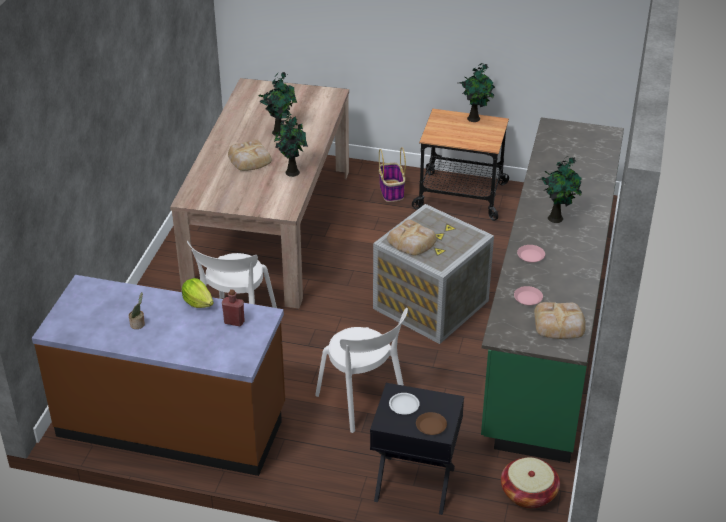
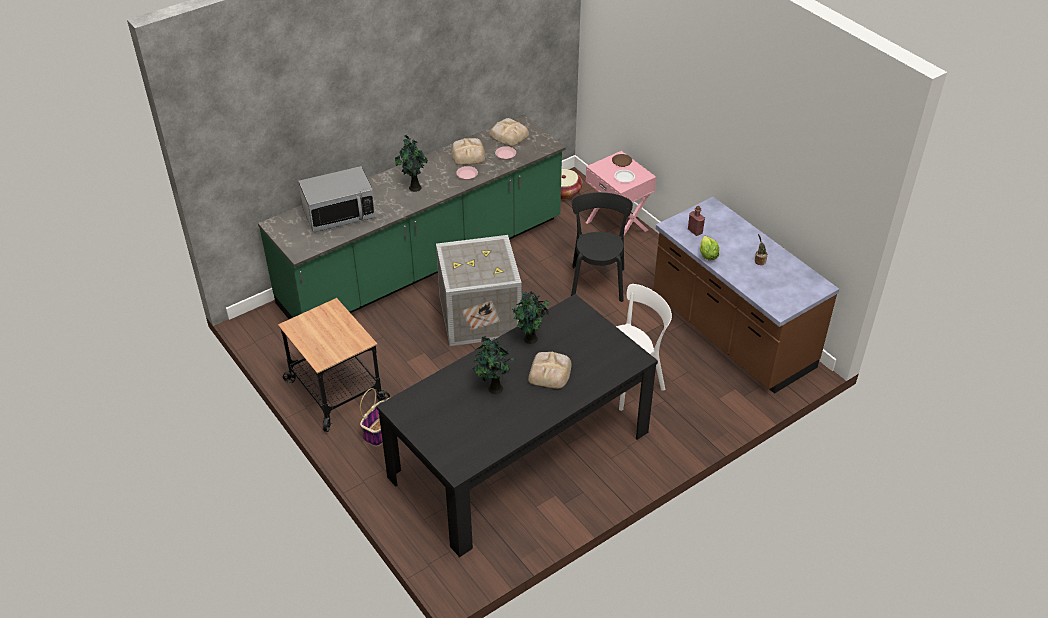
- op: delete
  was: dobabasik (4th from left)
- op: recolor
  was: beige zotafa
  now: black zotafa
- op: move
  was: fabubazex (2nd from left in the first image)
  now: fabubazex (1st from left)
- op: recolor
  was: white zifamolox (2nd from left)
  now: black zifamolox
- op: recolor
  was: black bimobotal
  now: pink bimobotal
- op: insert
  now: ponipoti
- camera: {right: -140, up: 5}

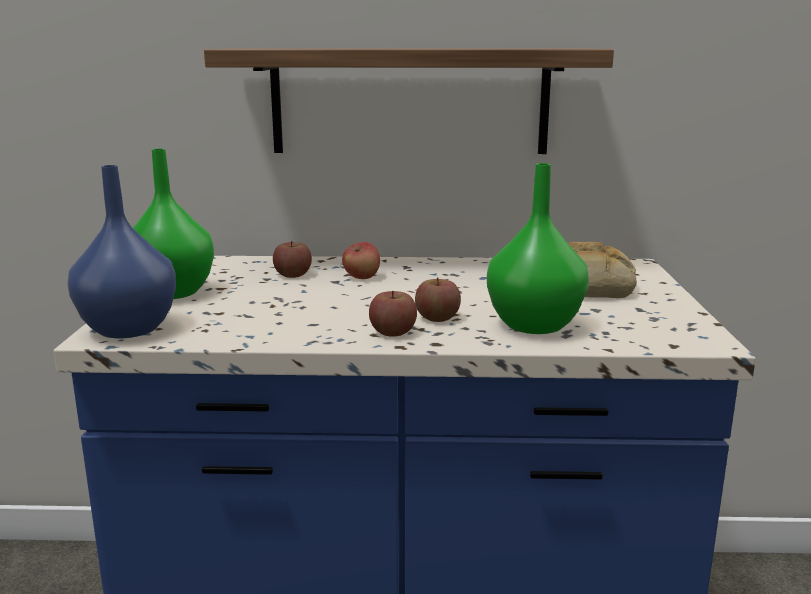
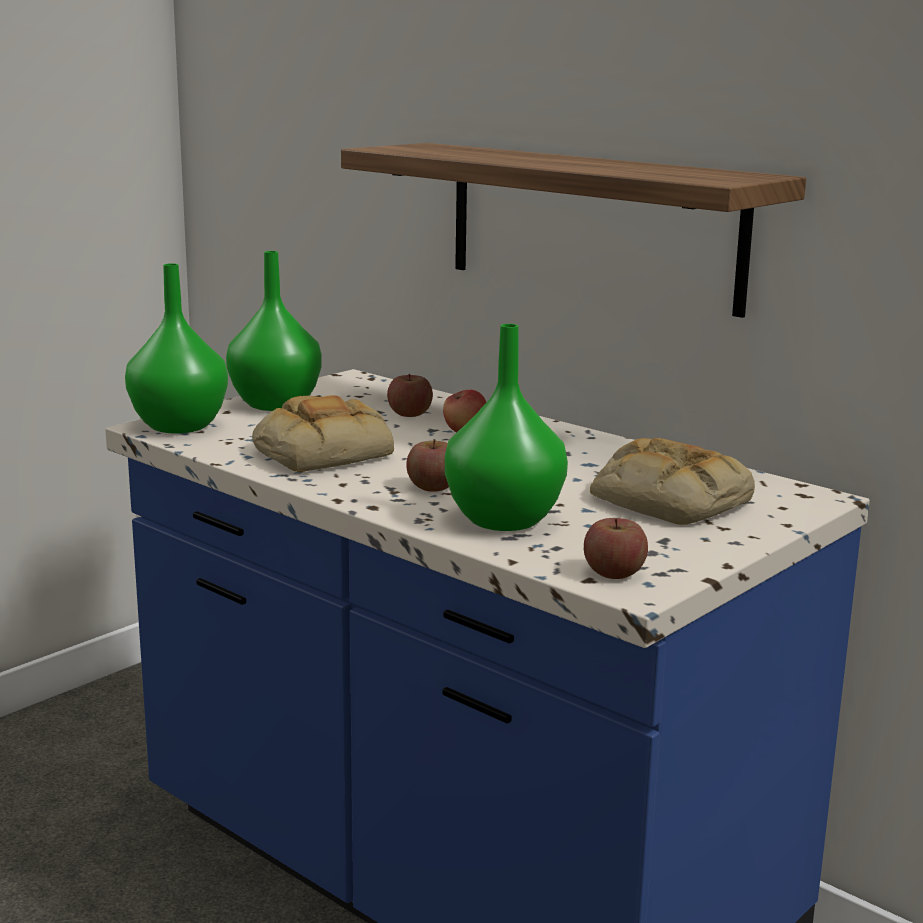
- op: recolor
  was: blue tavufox
  now: green tavufox (1st from left)
- op: move
  was: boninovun (3rd from left in the first image)
  now: boninovun (4th from left)
- op: insert
  now: fabubazex (1st from left)
- camera: {right: 40, up: 0}

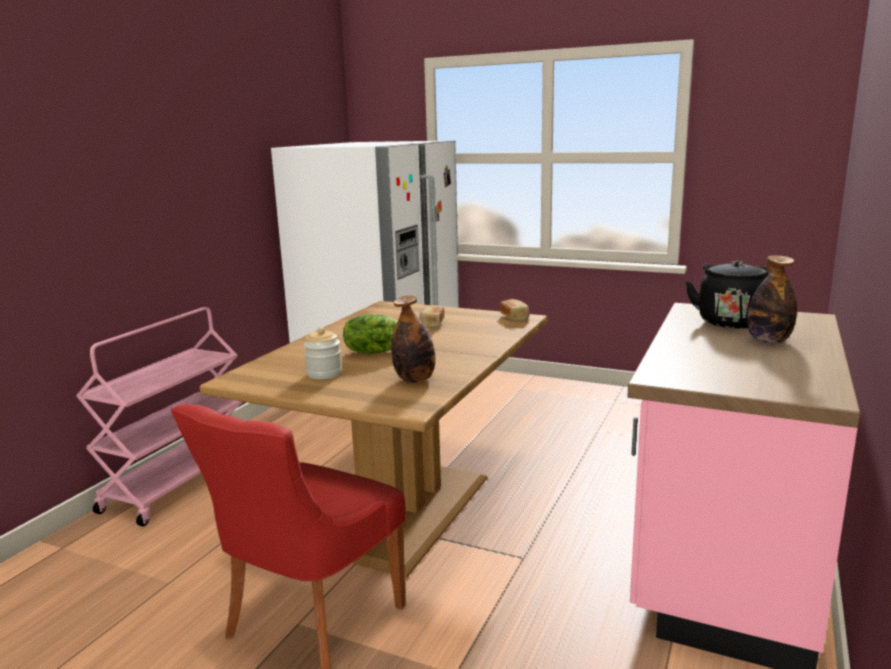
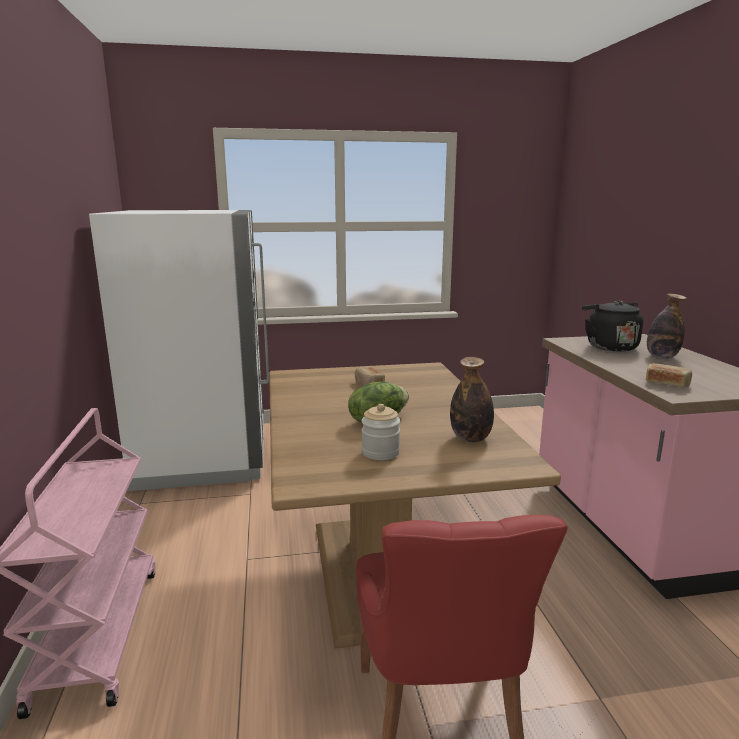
- op: move
  was: fabubazex (2nd from left)
- camera: {right: -35, up: 0}

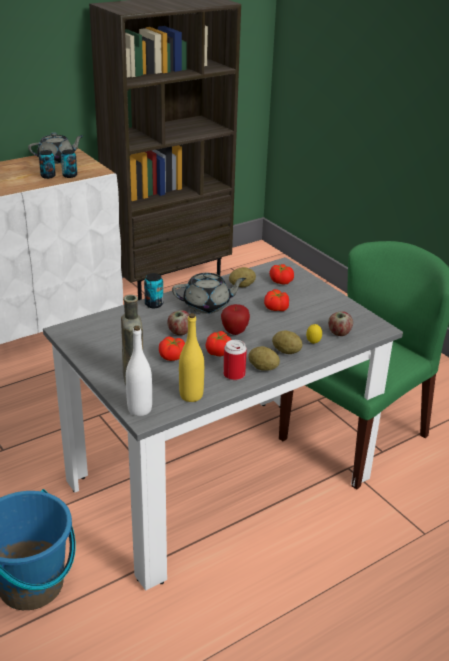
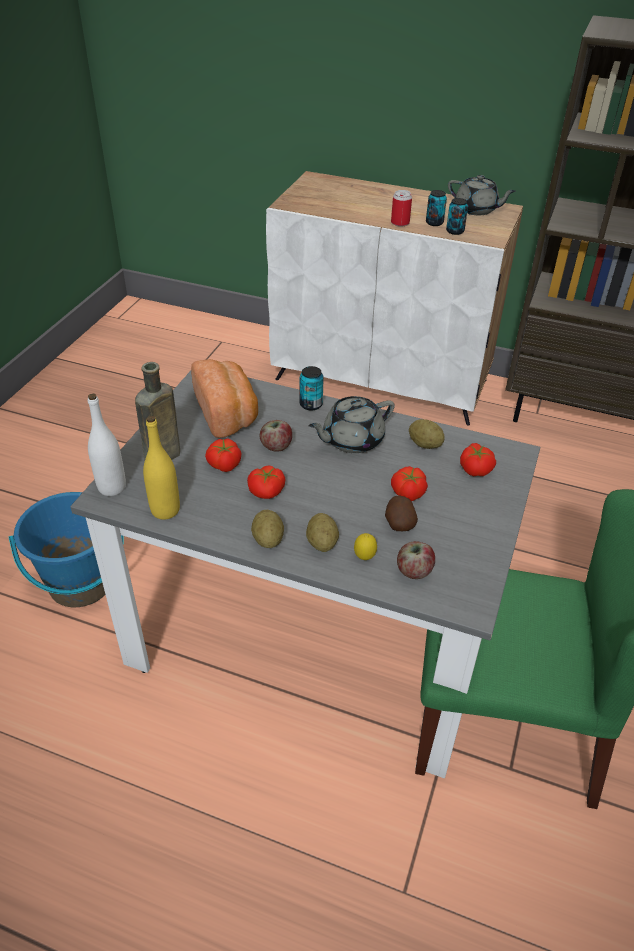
- op: rotate
  was: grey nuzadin (2nd from left in the first image)
  clockwise: 105
- op: delete
  was: boninovun (2nd from left)
- op: move
  was: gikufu (4th from left in the first image)
  now: gikufu (2nd from left)
- op: insert
  now: fabubazex
- op: insert
  now: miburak (3rd from left)
- camera: {right: 55, up: 10}

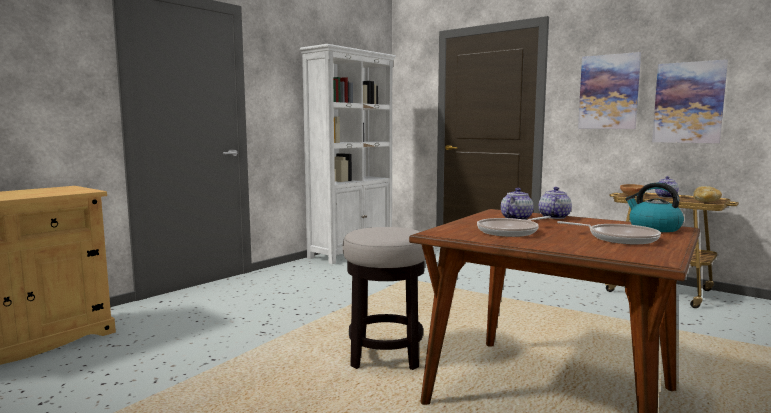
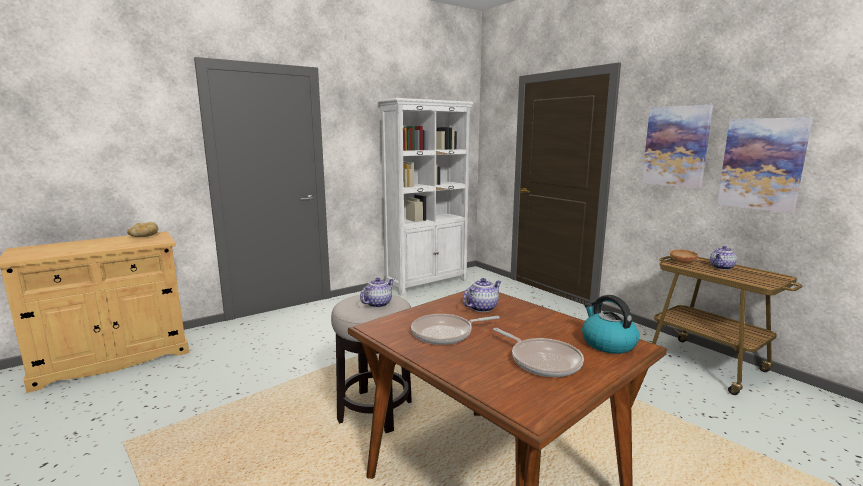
- op: move
  was: fabubazex
- op: move
  was: nuzadin (2nd from left in the first image)
  now: nuzadin (1st from left)
- camera: {right: 15, up: 5}

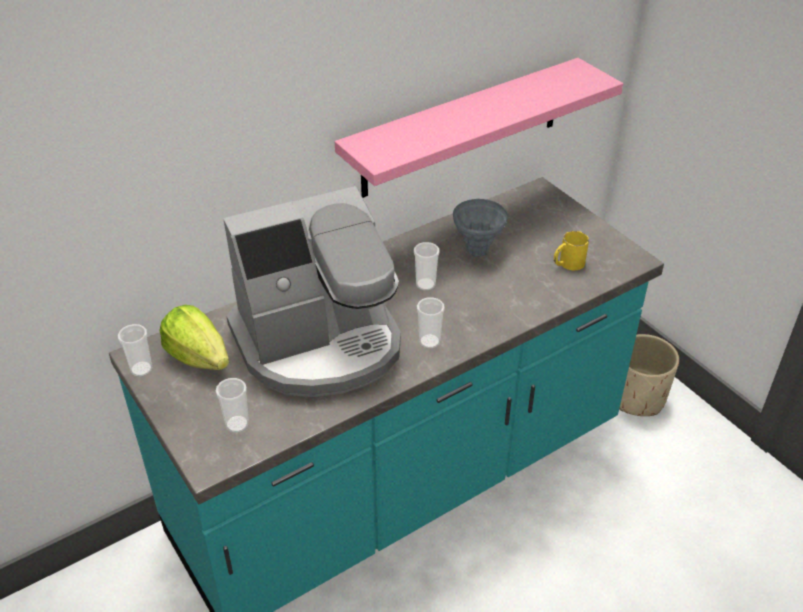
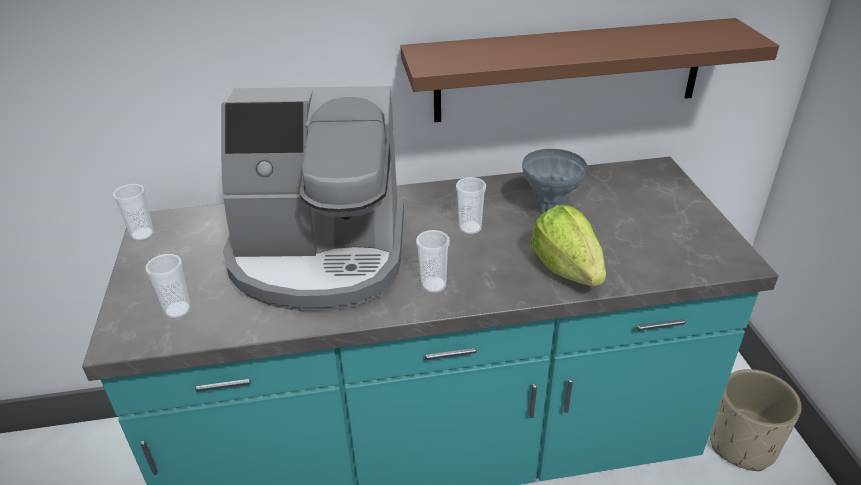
- op: recolor
  was: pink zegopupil
  now: brown zegopupil
- op: delete
  was: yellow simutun
- op: move
  was: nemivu
- camera: {right: 25, up: -5}

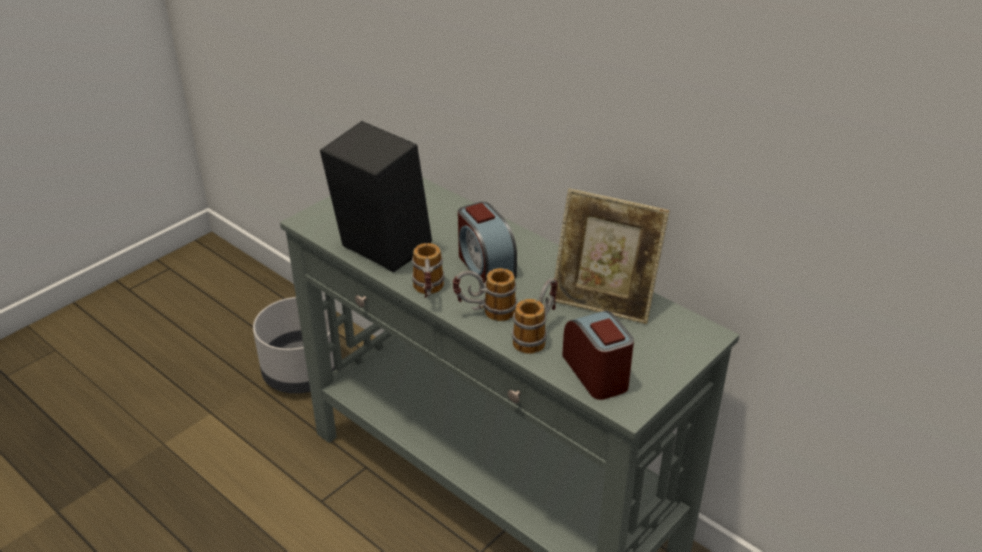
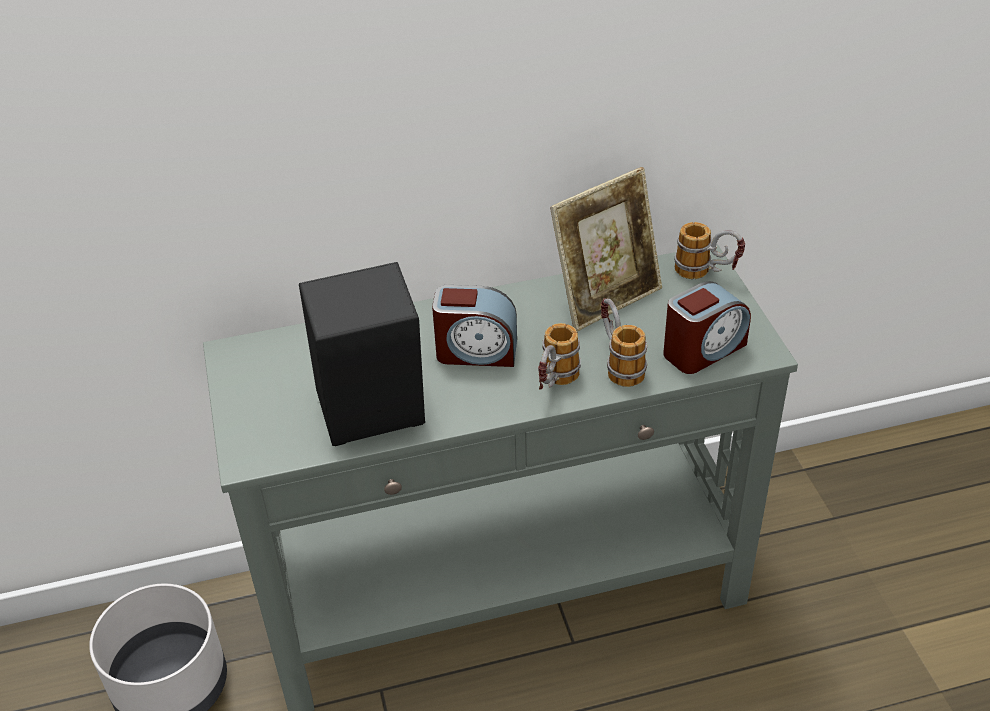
- op: move
  was: simutun (1st from left in the first image)
  now: simutun (3rd from left)
- op: rotate
  was: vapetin (2nd from left)
  clockwise: 135
- camera: {right: -55, up: 5}

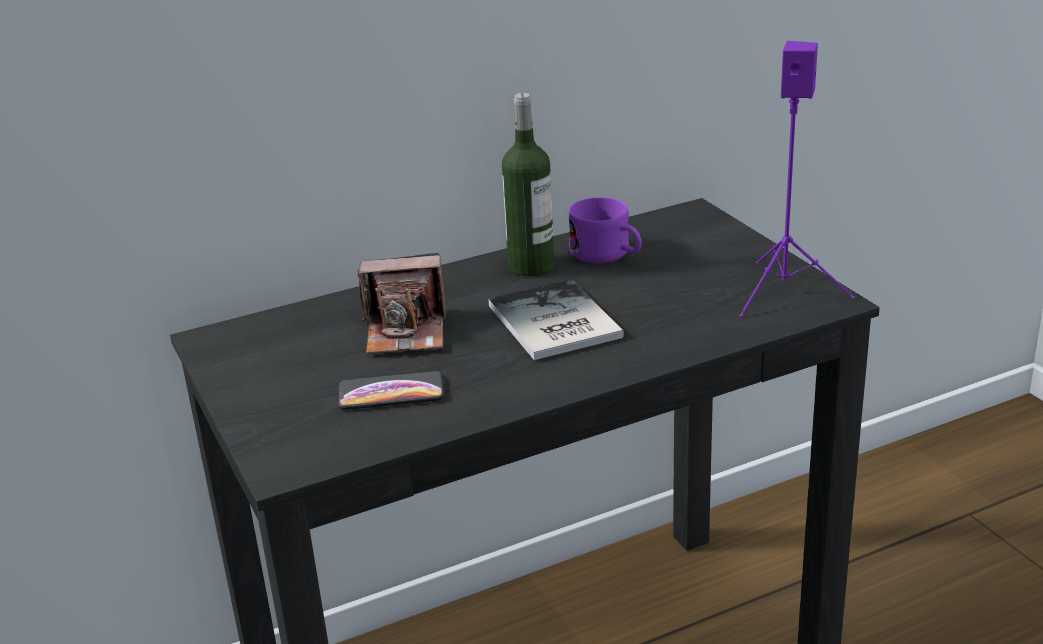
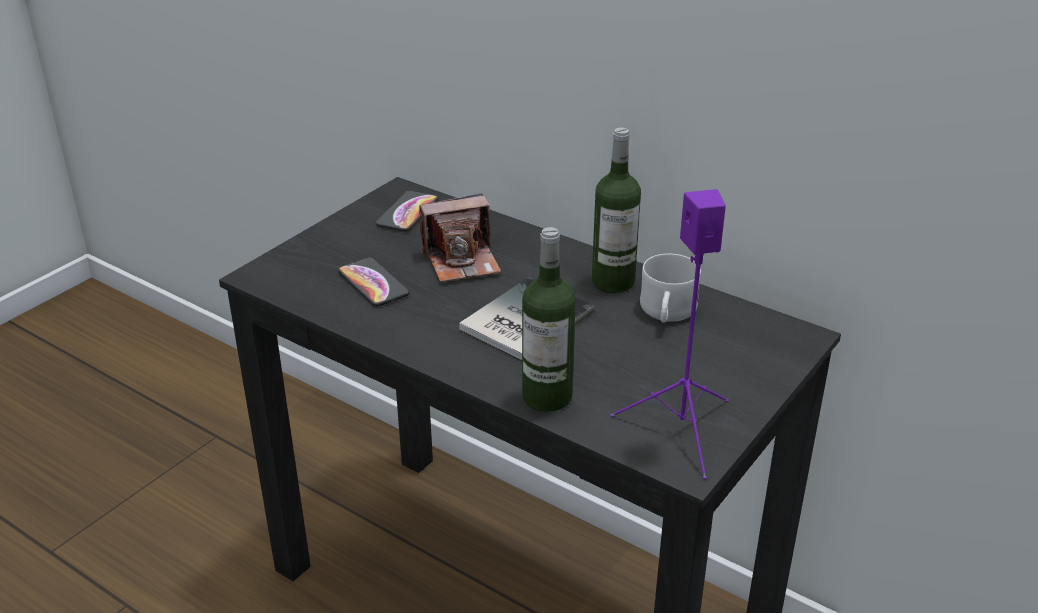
- op: recolor
  was: purple simutun
  now: white simutun
- op: rotate
  was: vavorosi
  clockwise: -75
- op: insert
  now: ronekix (2nd from left)
- op: insert
  now: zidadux (1st from left)
- camera: {right: 60, up: 5}

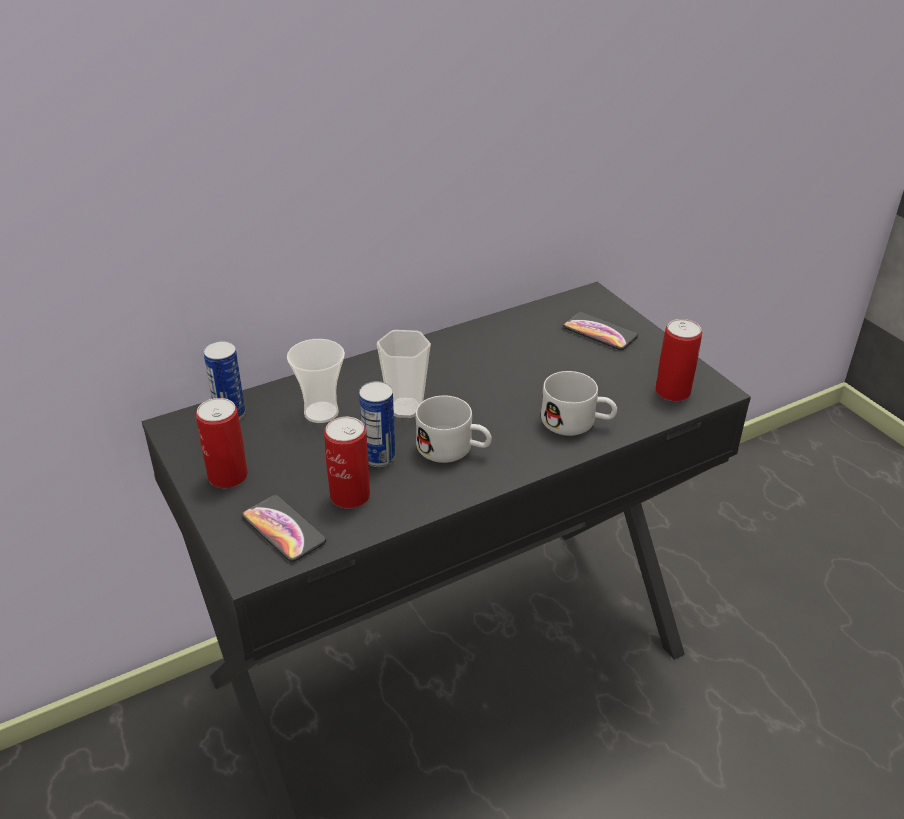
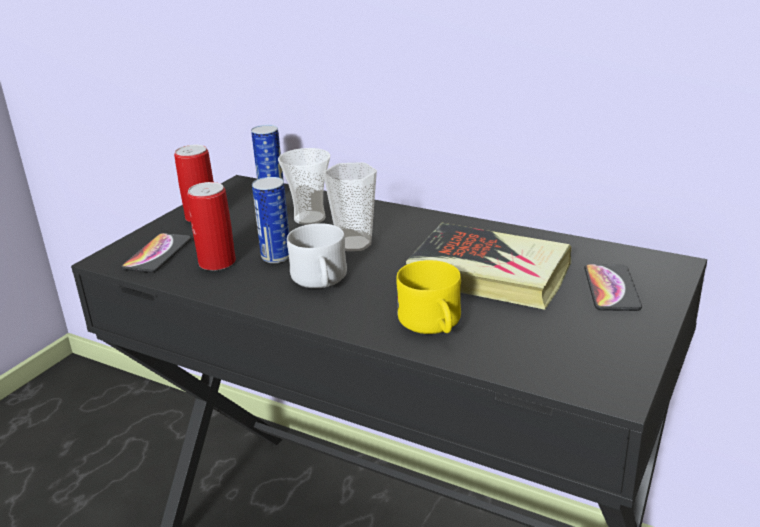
- op: delete
  was: gikufu (5th from left)
- op: recolor
  was: white simutun (2nd from left)
  now: yellow simutun
- op: insert
  now: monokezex
- camera: {right: 60, up: -10}

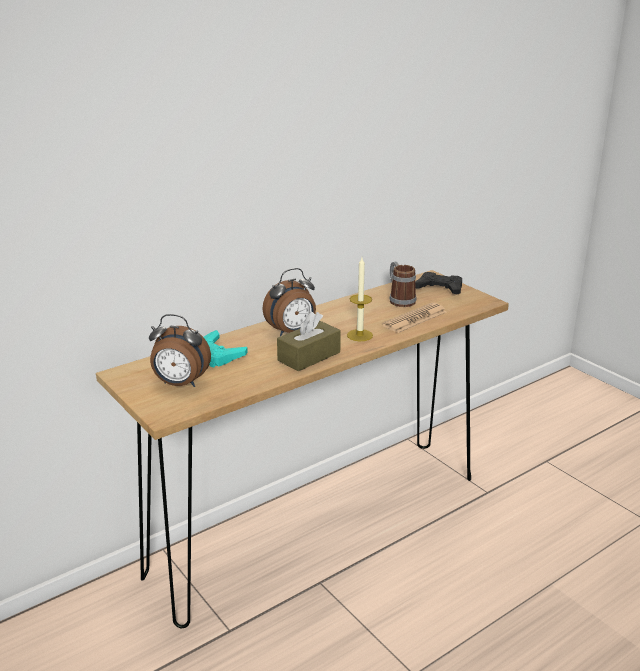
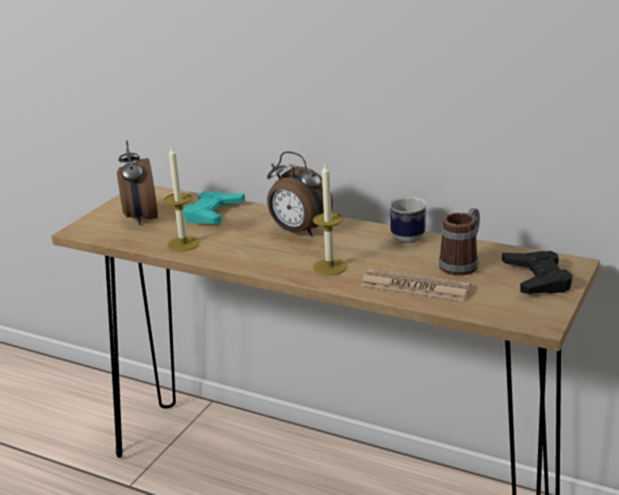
- op: delete
  was: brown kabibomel
- op: insert
  now: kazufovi (1st from left)
- op: insert
  now: simutun (1st from left)
- camera: {right: 65, up: 0}

